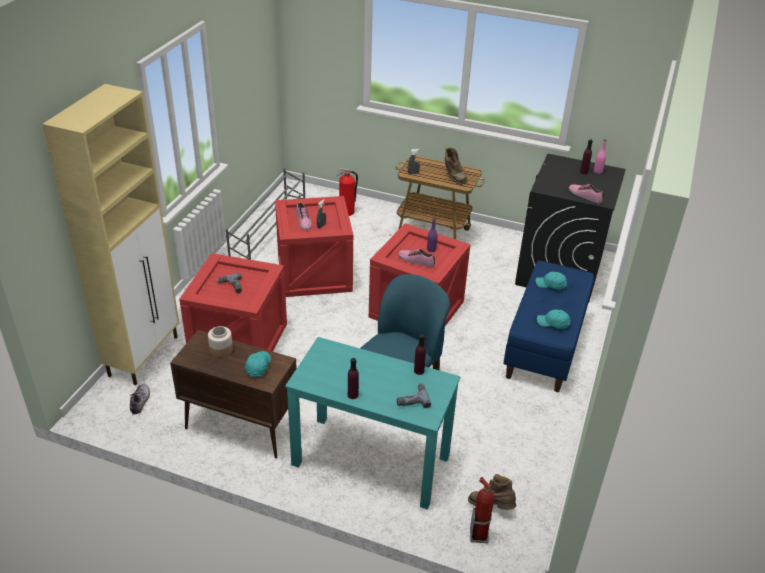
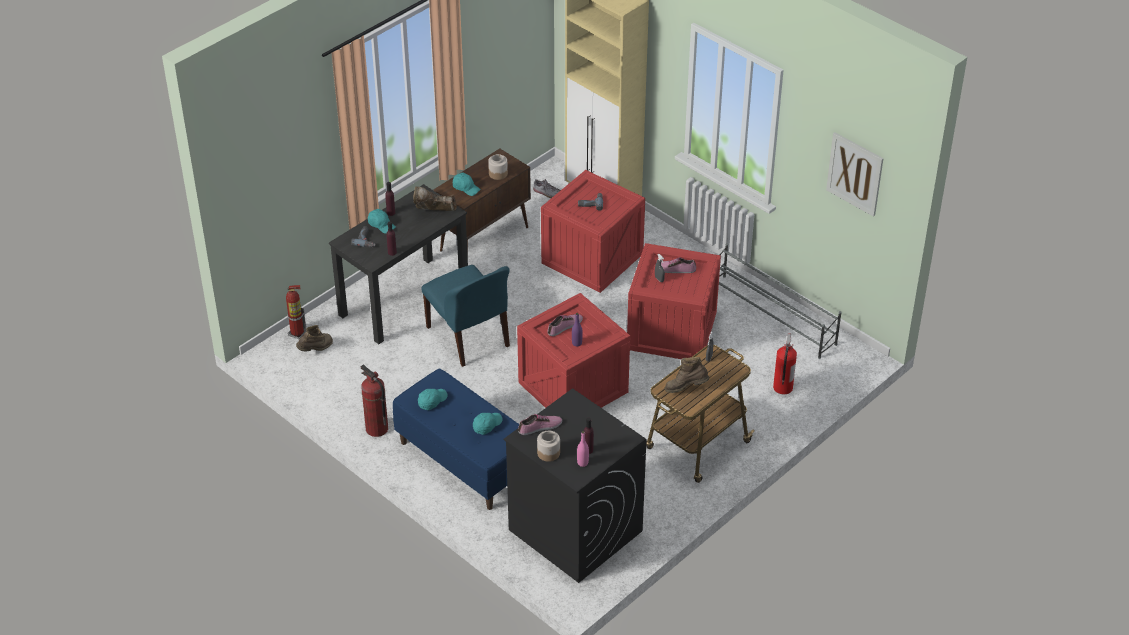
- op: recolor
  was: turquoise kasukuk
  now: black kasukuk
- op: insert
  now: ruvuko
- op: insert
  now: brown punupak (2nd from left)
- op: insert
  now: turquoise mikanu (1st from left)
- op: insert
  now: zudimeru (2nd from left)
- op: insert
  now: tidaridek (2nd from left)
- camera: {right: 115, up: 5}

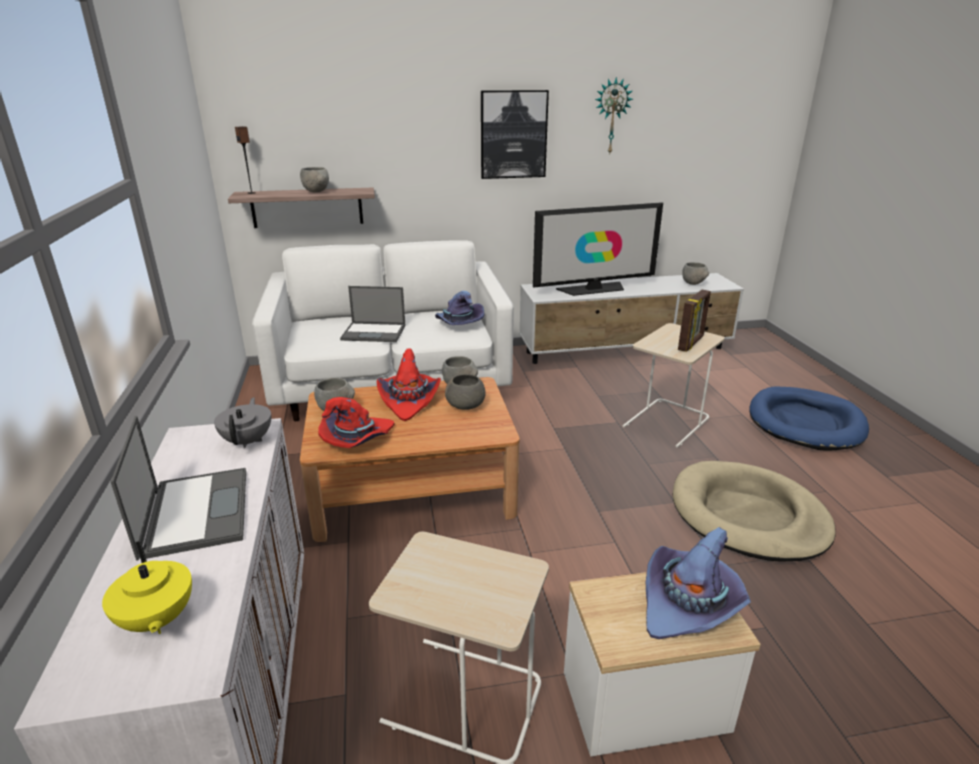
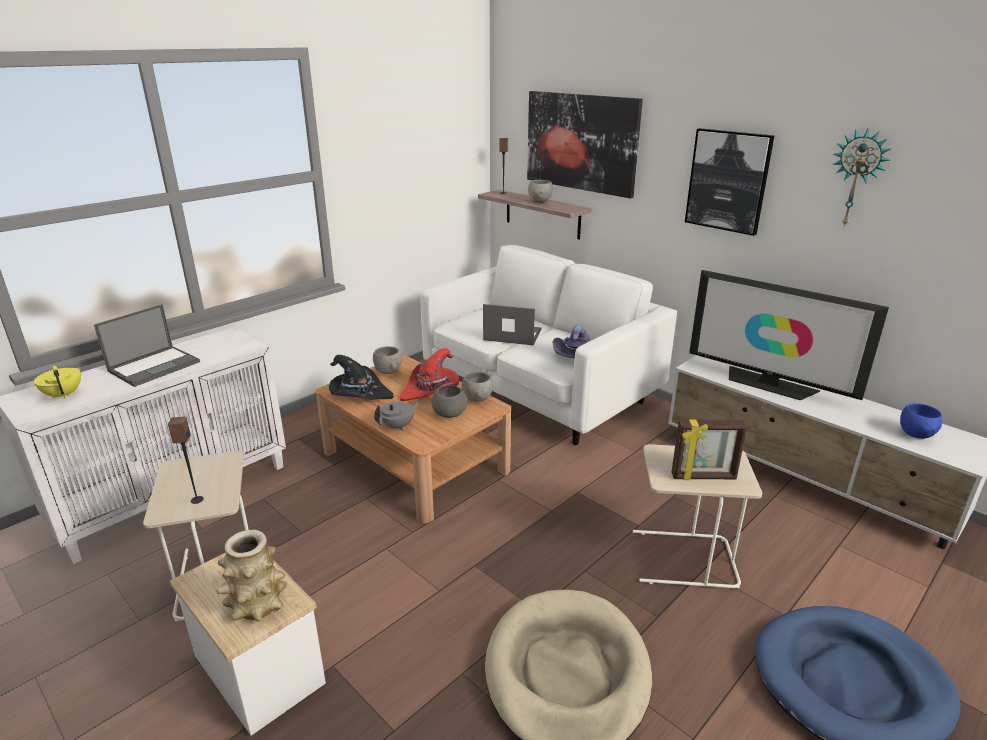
- op: recolor
  was: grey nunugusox (5th from left)
  now: blue nunugusox
- op: rotate
  was: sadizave (2nd from left)
  clockwise: 135
- op: move
  was: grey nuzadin
- op: recolor
  was: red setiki (1st from left)
  now: black setiki
- op: replace
  was: purple setiki (2nd from left)
  now: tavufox
- op: rotate
  was: yellow nuzadin
  clockwise: 120
- op: insert
  now: ruvuko (1st from left)
- op: insert
  now: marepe (1st from left)
- camera: {right: 55, up: 0}

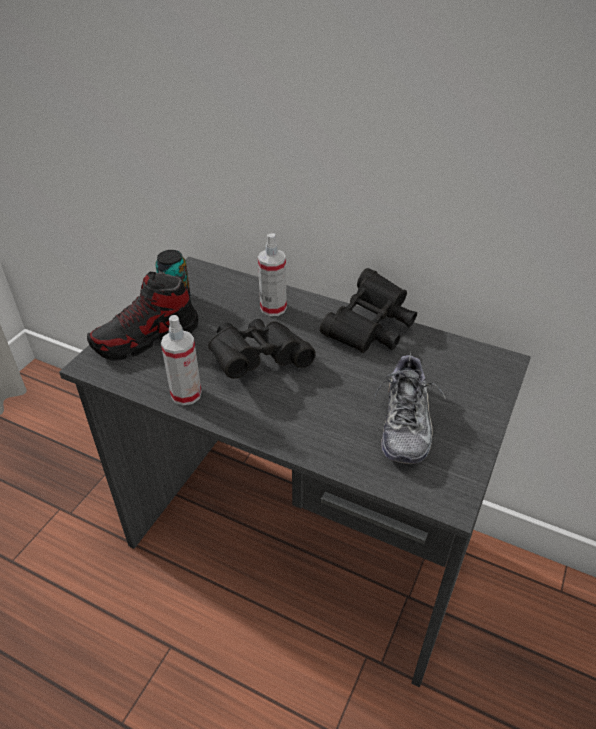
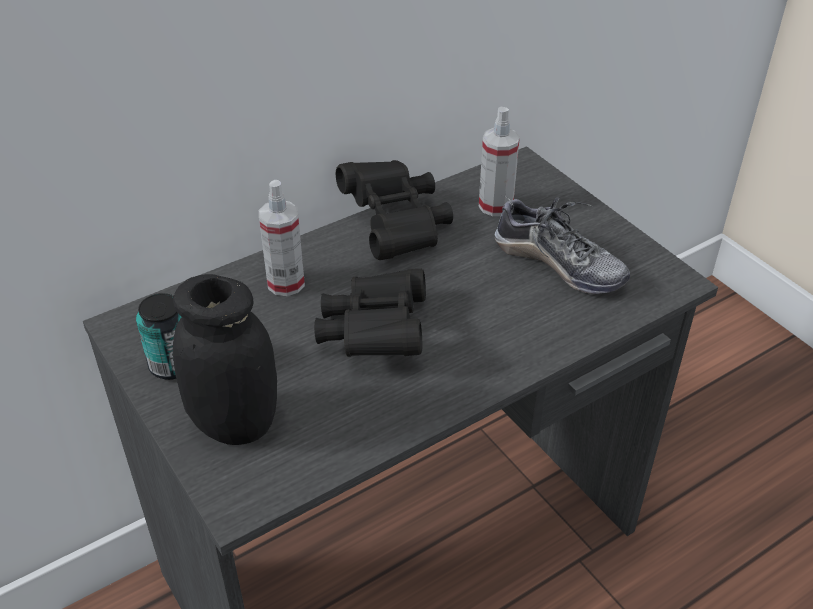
- op: replace
  was: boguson (1st from left)
  now: black tidaridek
- op: move
  was: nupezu (1st from left in the first image)
  now: nupezu (2nd from left)
- camera: {right: -60, up: 0}

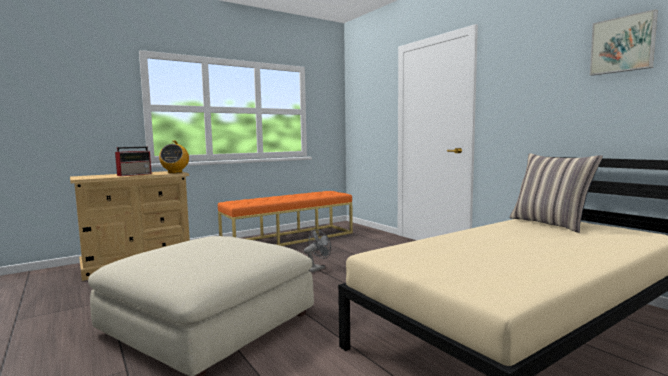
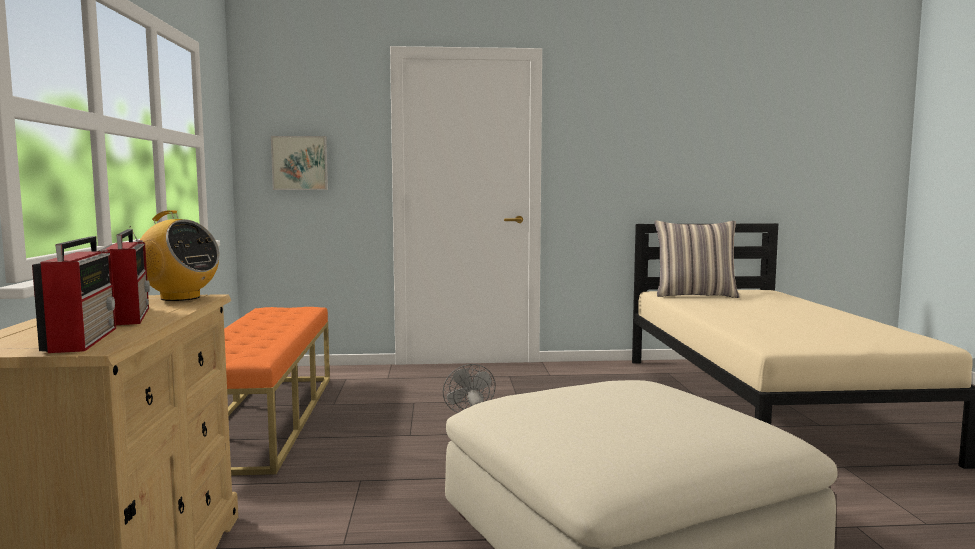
- op: move
  was: ruvuko
- op: insert
  now: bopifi (1st from left)
- camera: {right: -60, up: 0}

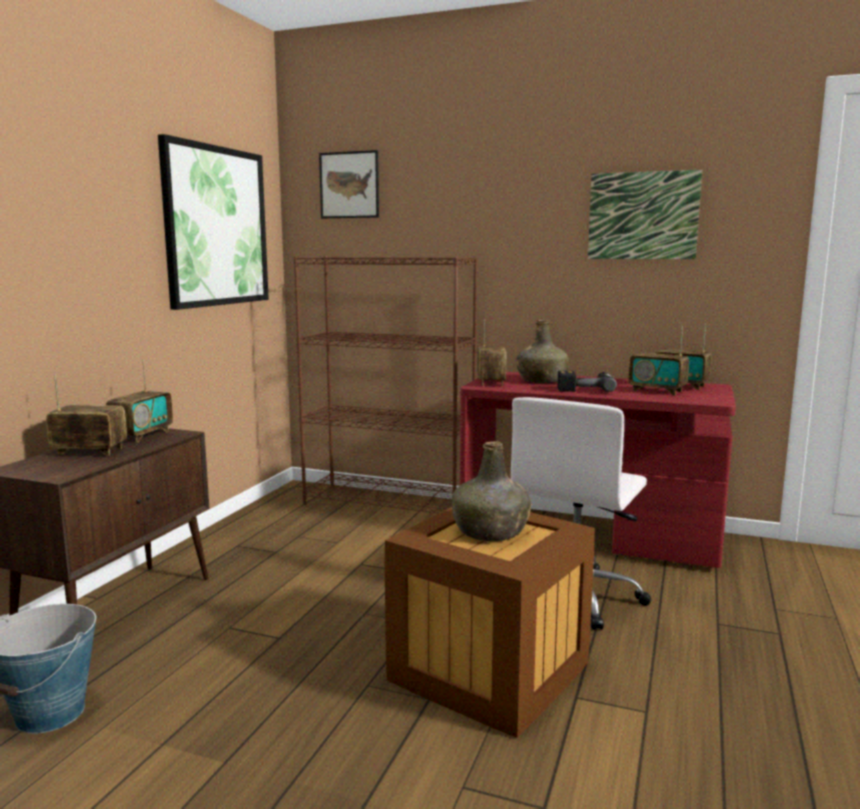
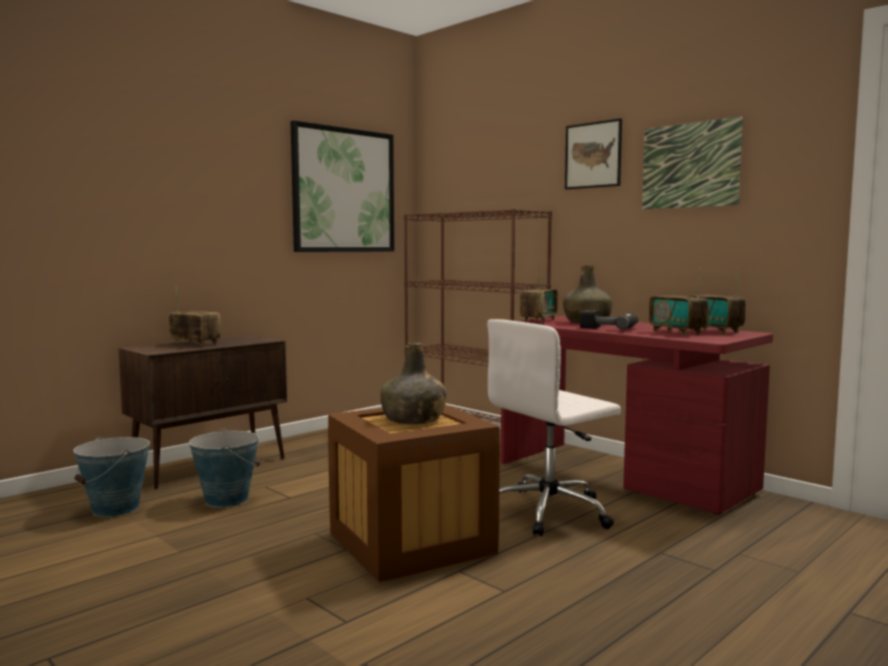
- op: move
  was: ruvuko (2nd from left)
- op: delete
  was: bopifi (2nd from left)
- op: insert
  now: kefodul (2nd from left)
- camera: {right: 25, up: -5}

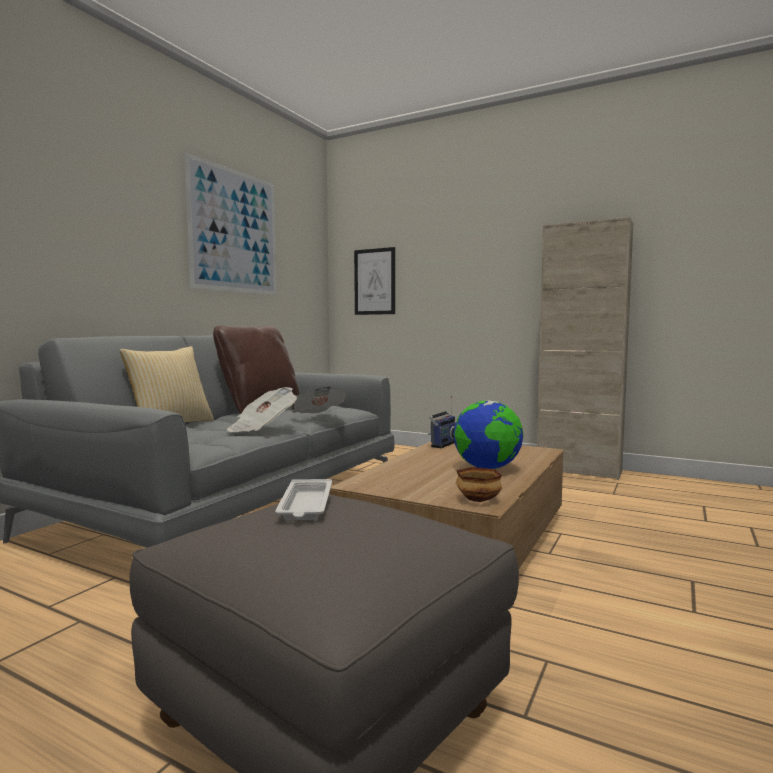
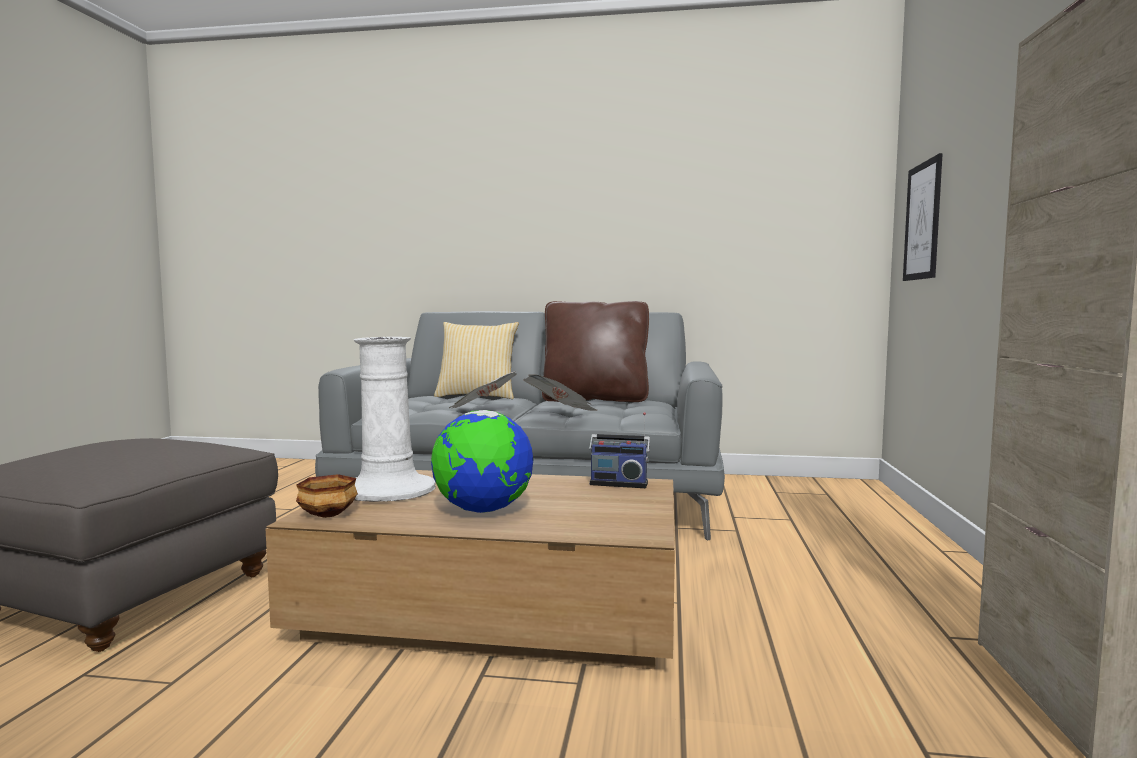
- op: delete
  was: ruvuko (1st from left)
- op: delete
  was: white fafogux
- op: insert
  now: white tavufox
- camera: {right: 70, up: 0}

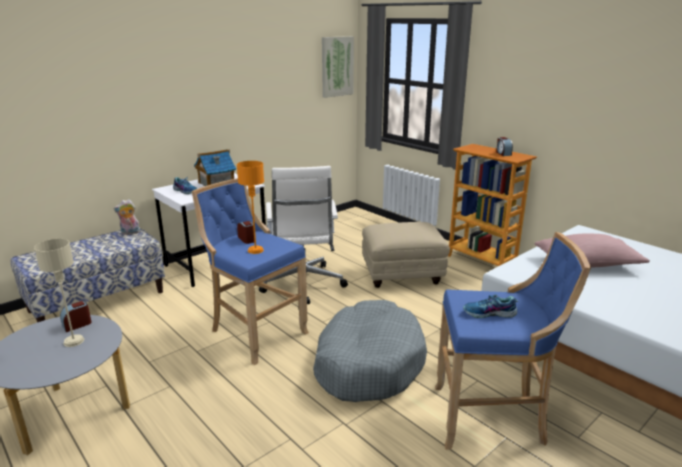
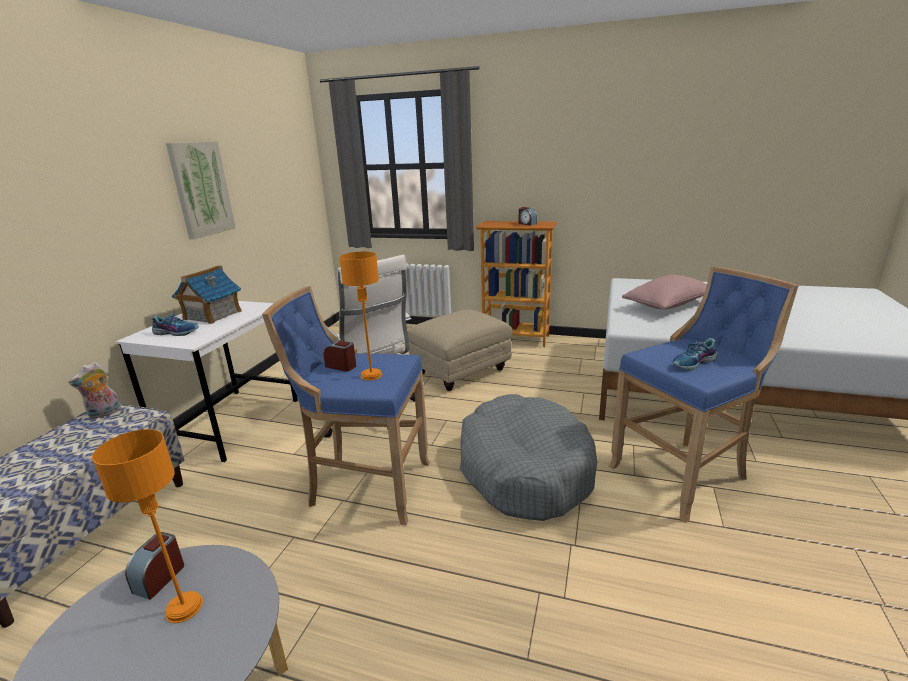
- op: move
  was: ruvuko
- op: recolor
  was: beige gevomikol
  now: orange gevomikol (1st from left)
- camera: {right: -30, up: 0}

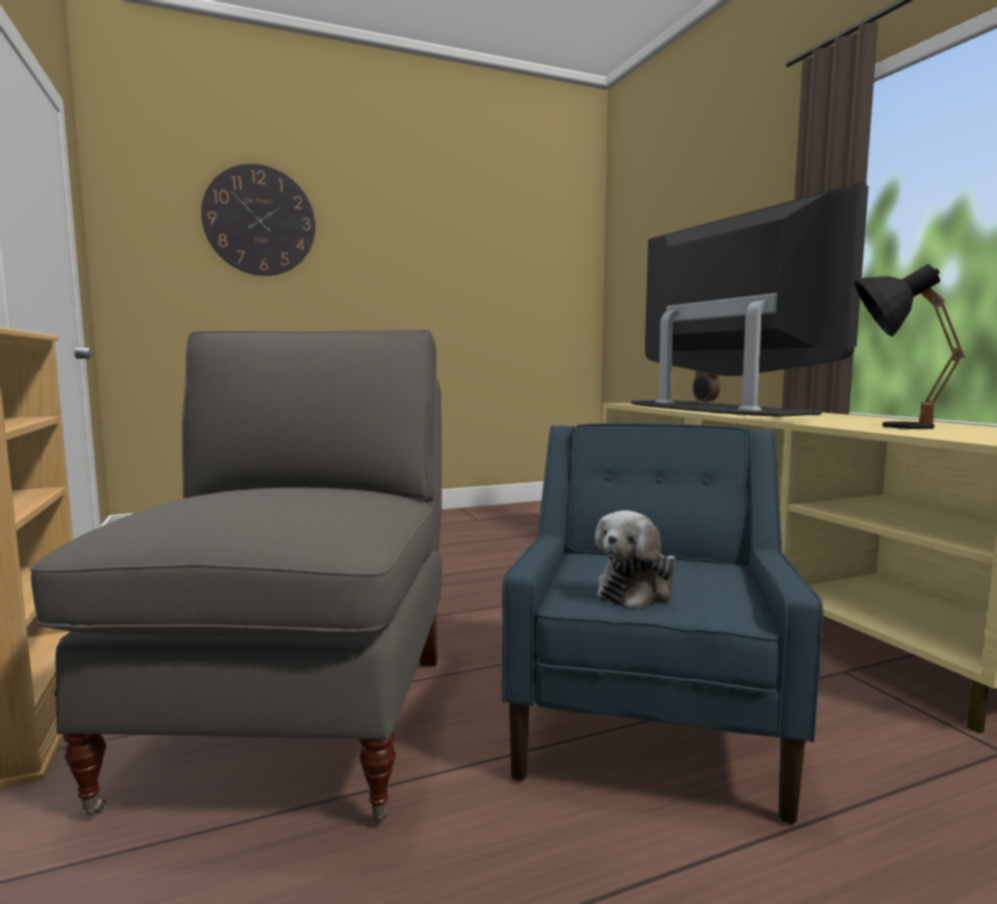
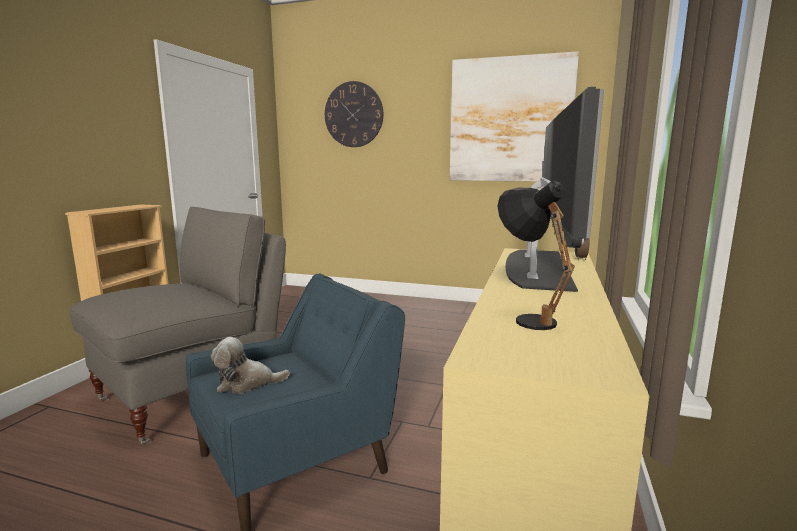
- op: insert
  now: ruvuko
- camera: {right: 40, up: 5}

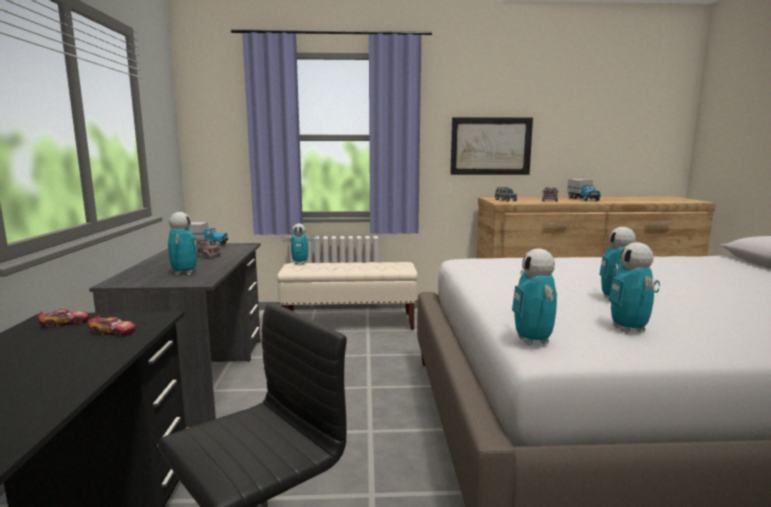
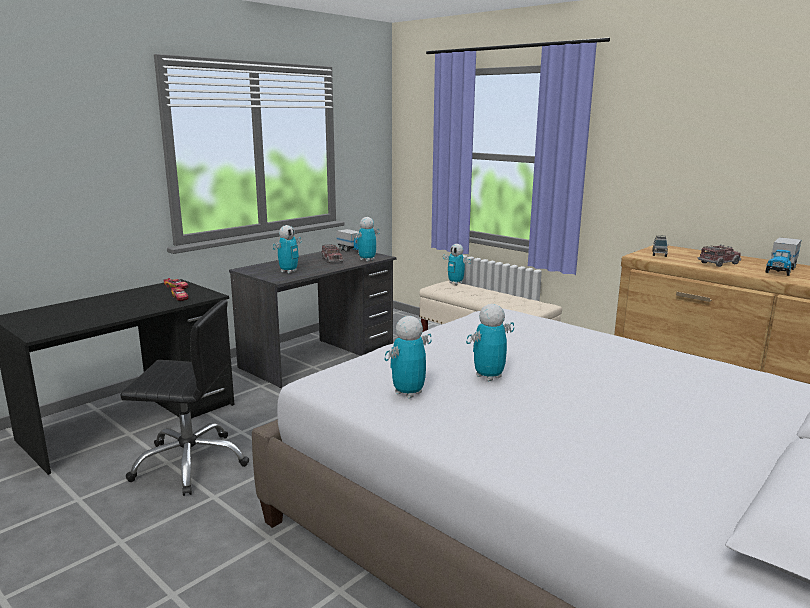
- op: delete
  was: ruvuko
- op: move
  was: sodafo (3rd from left in the first image)
  now: sodafo (2nd from left)
- camera: {right: 45, up: 5}

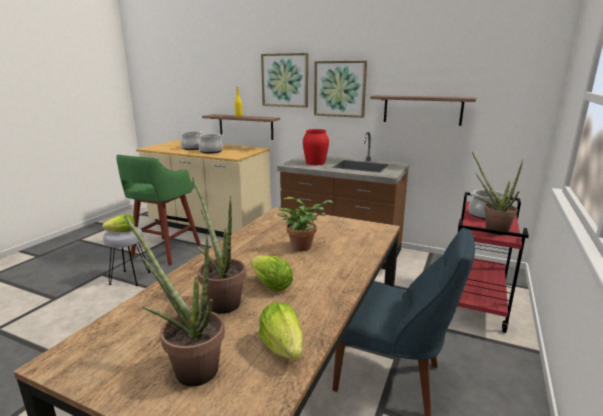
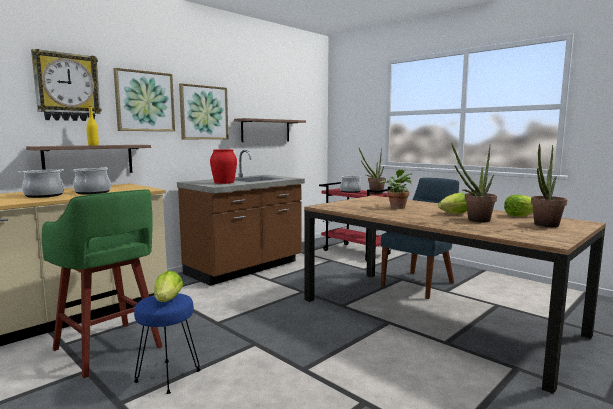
- op: recolor
  was: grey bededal
  now: blue bededal
- op: insert
  now: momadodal
- camera: {right: -70, up: -10}

